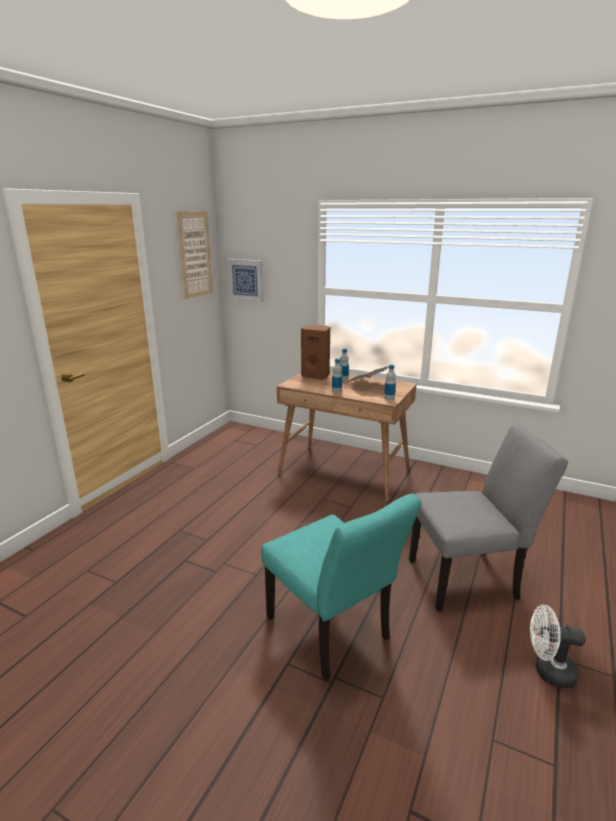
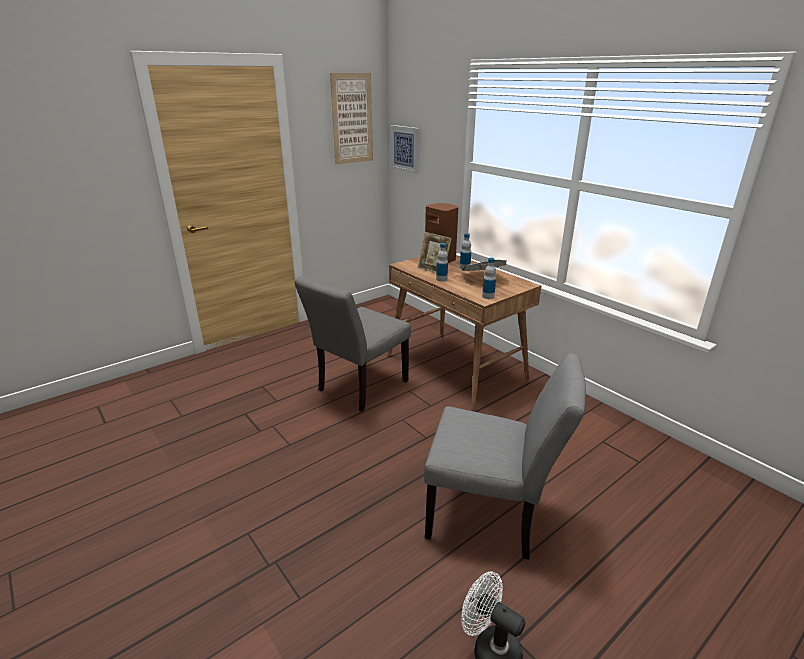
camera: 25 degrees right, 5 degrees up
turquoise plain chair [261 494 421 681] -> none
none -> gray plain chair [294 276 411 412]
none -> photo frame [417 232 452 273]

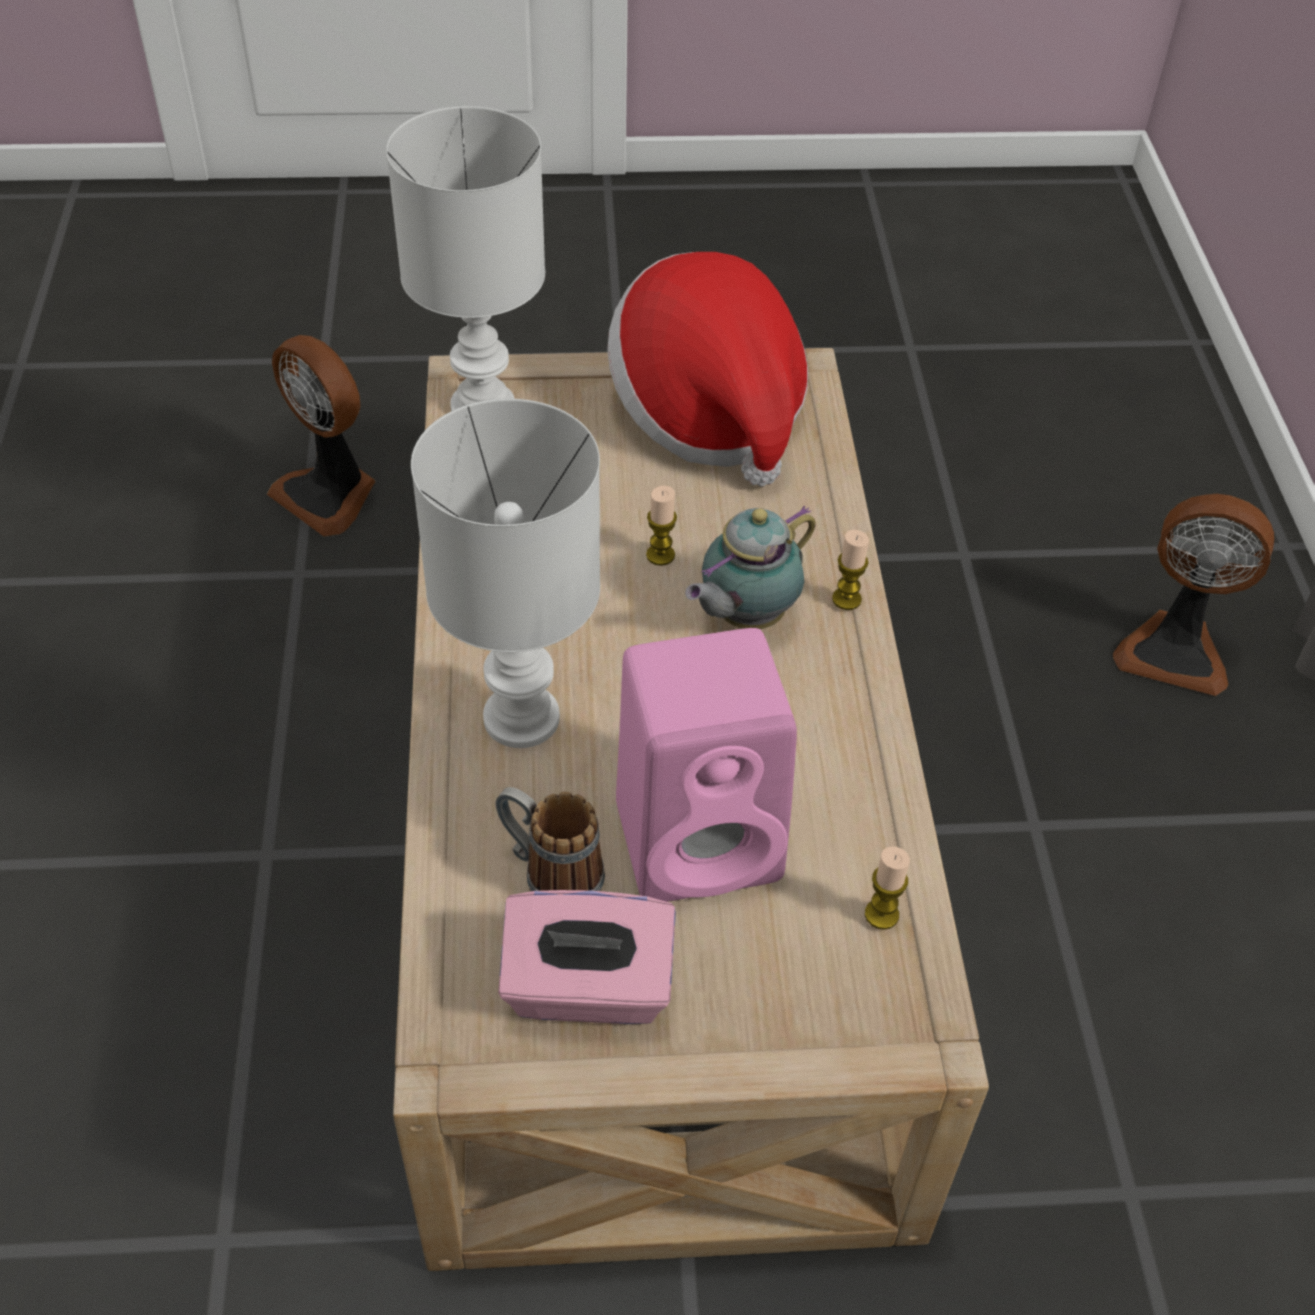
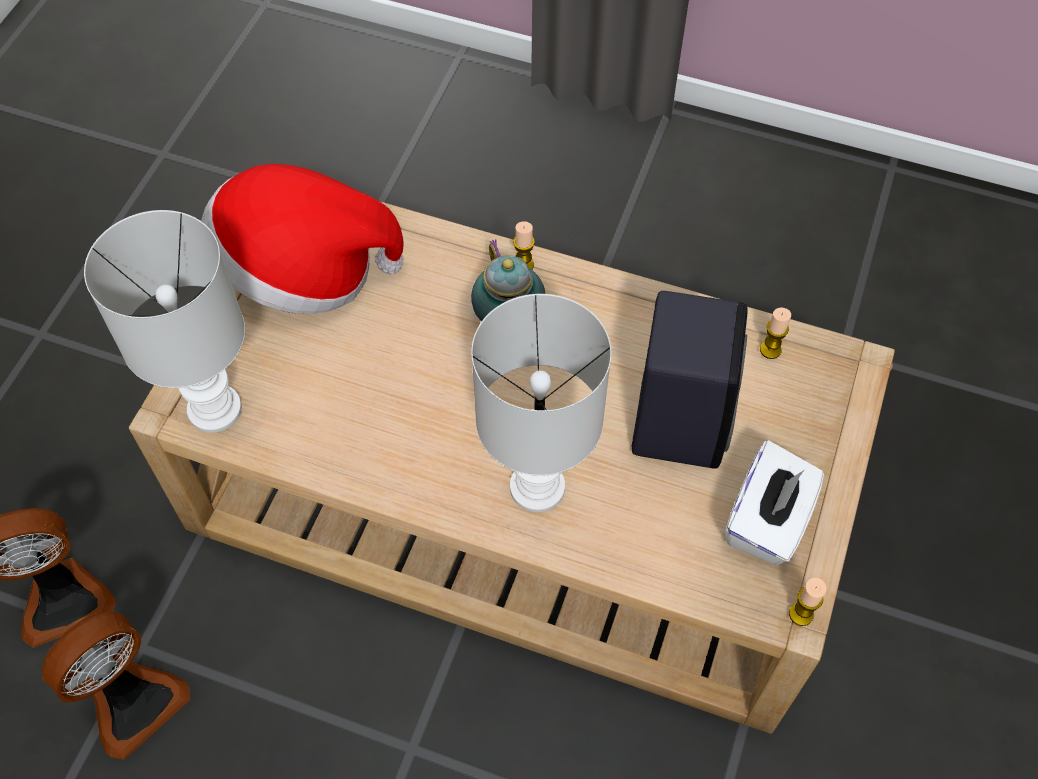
camera: 65 degrees left, 10 degrees up
coffee mug [496 787 605 892] -> none
pinkish box of tissues [498 890 676 1024] -> white-coloured box of tissues [725 440 824 565]
pinkish speaker [616 628 797 902] -> blackish speaker [632 291 747 469]
wax light [646 486 677 566] -> wax light [789 578 827 626], move
cooling fan [1113 494 1274 696] -> cooling fan [42 611 190 759], move

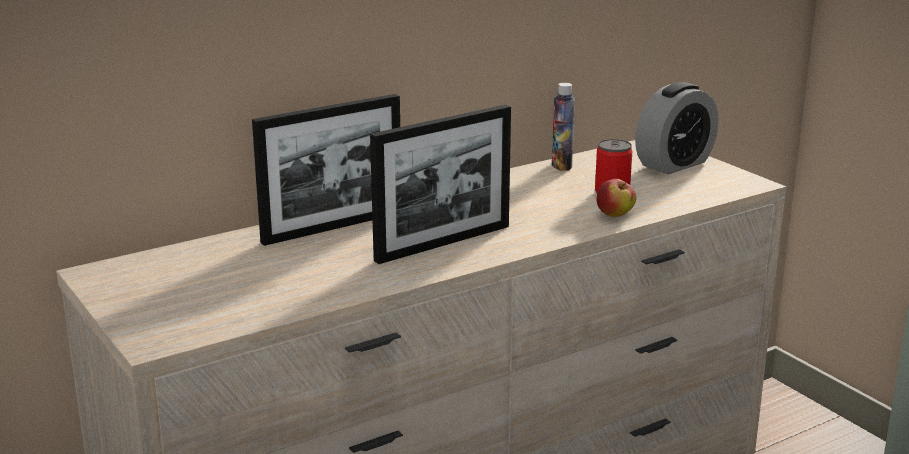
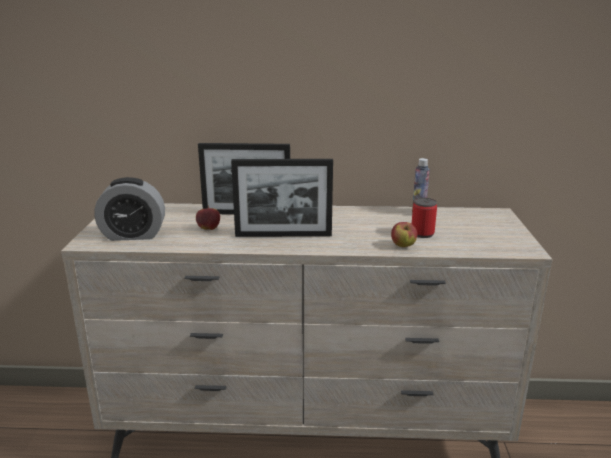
camera: 35 degrees right, 0 degrees up
bedside clock [635 82 718 175] -> bedside clock [94 177 165 241], move
none -> apple fruit [196 205 220 230]

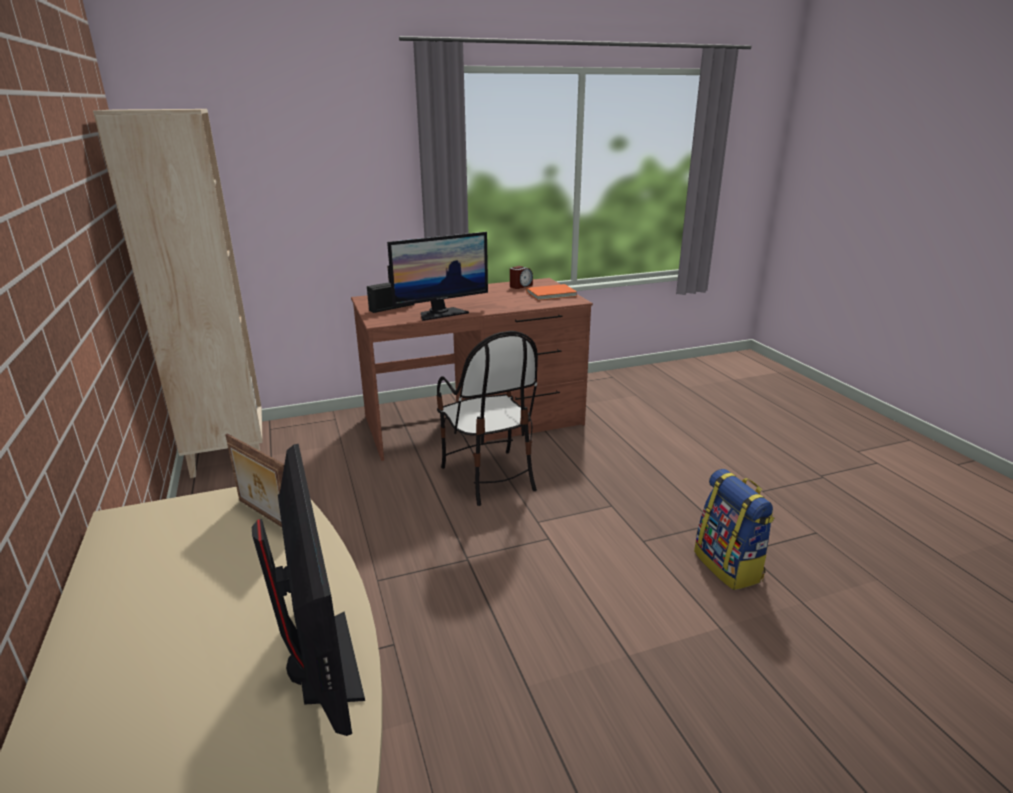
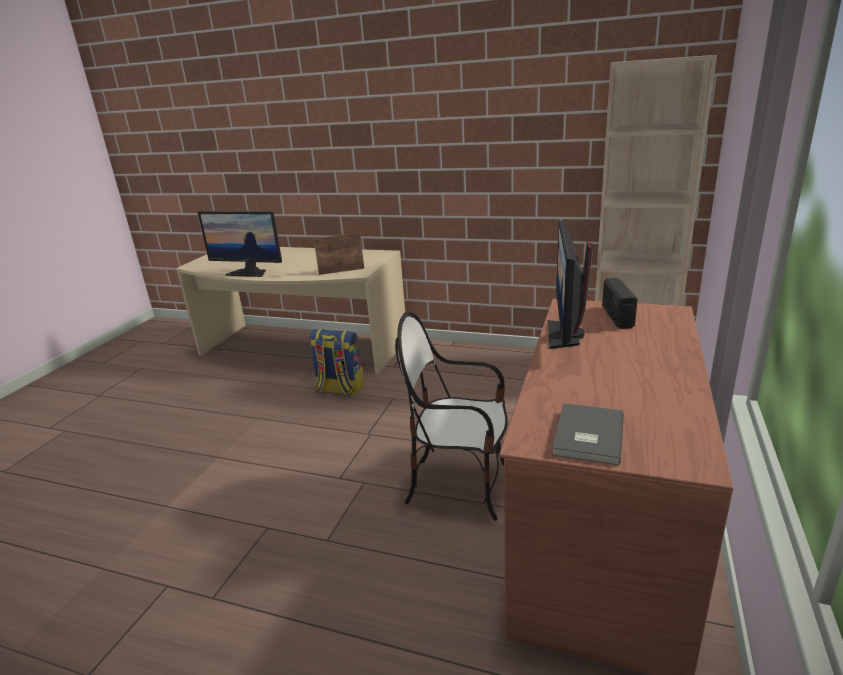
camera: 130 degrees right, 0 degrees up
bedside clock [510 266 533 289] -> none
orangey volume [526 284 577 300] -> gray volume [552 403 624 465]
knapsack [694 469 775 590] -> knapsack [310 329 364 395], move

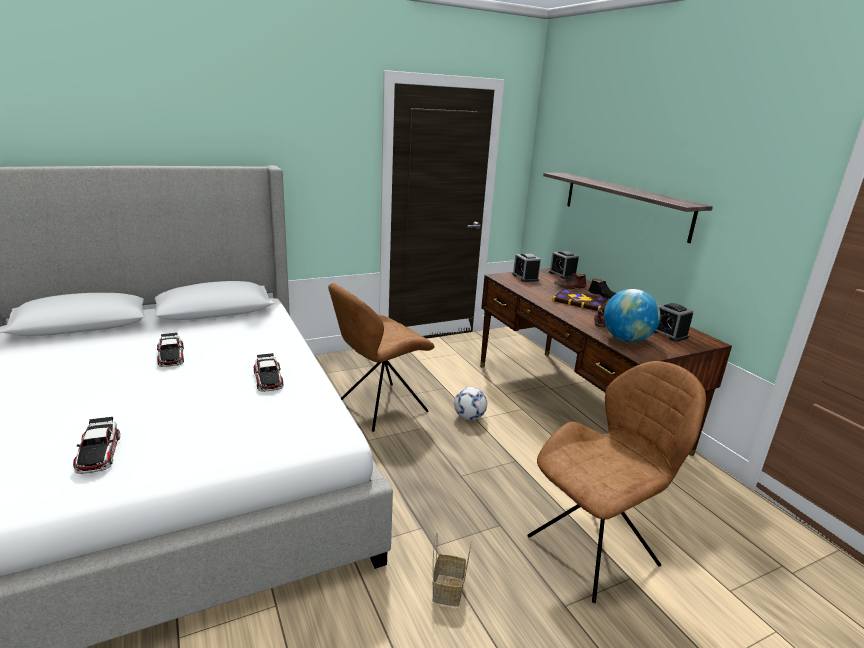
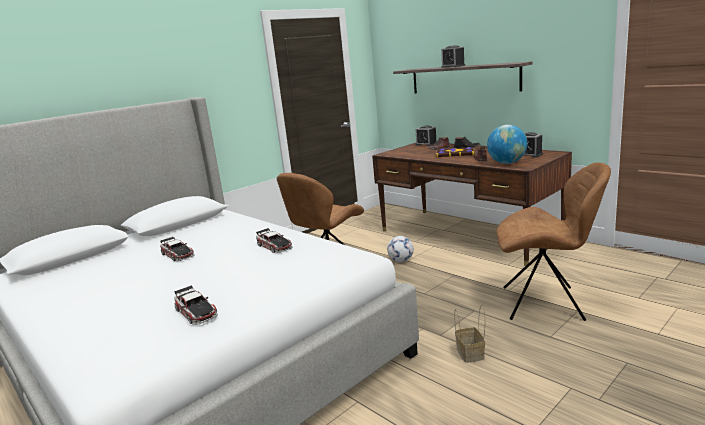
camera: 15 degrees left, 5 degrees down
bedside clock [513 253 541 282] -> bedside clock [441 45 465 68], move
brown-coloured plain chair [527 361 706 603] -> brown-coloured plain chair [497 162 611 321], 60 degrees clockwise

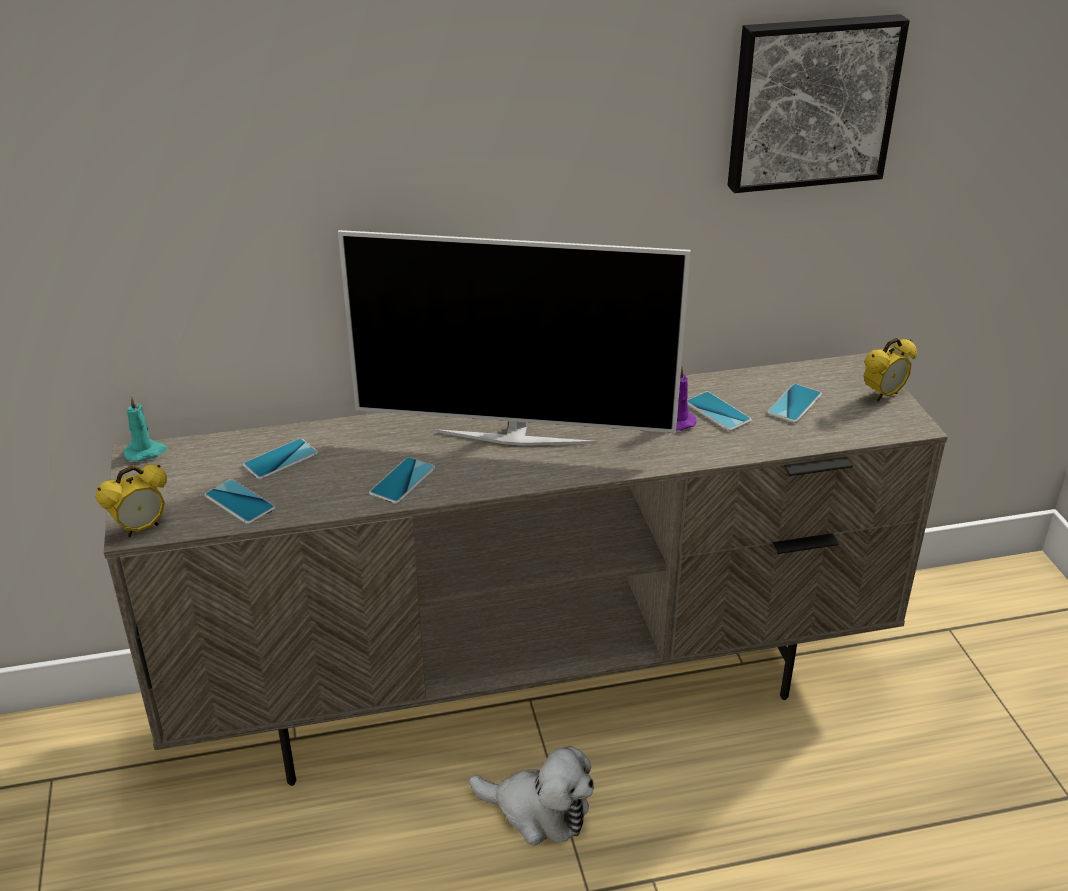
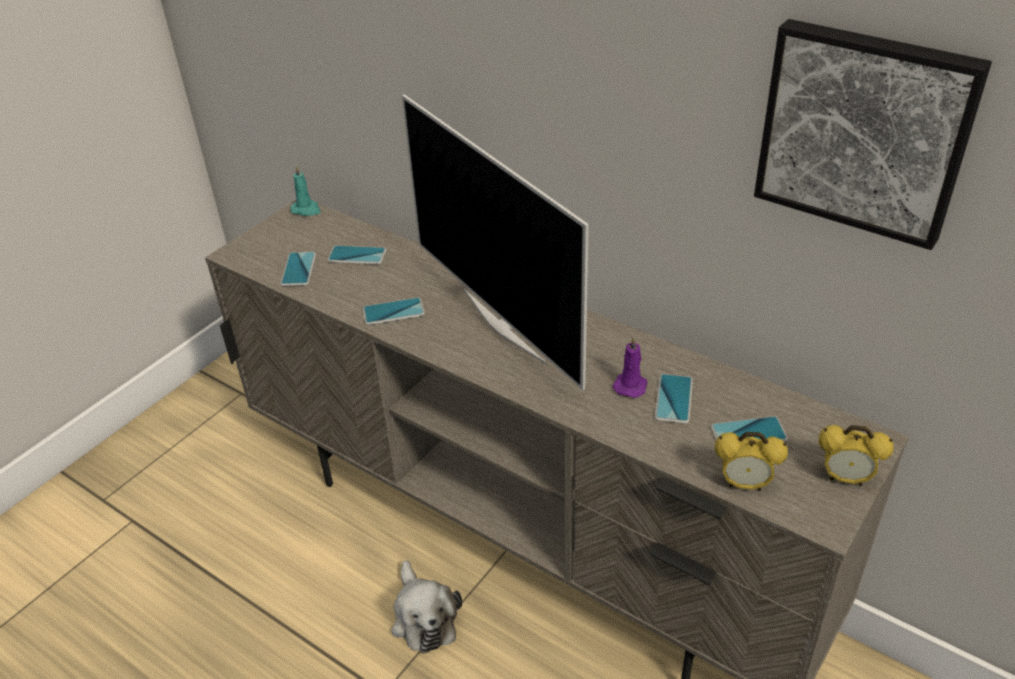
camera: 50 degrees right, 5 degrees up
bedside clock [96 465 167 537] -> bedside clock [715 432 788 491], move

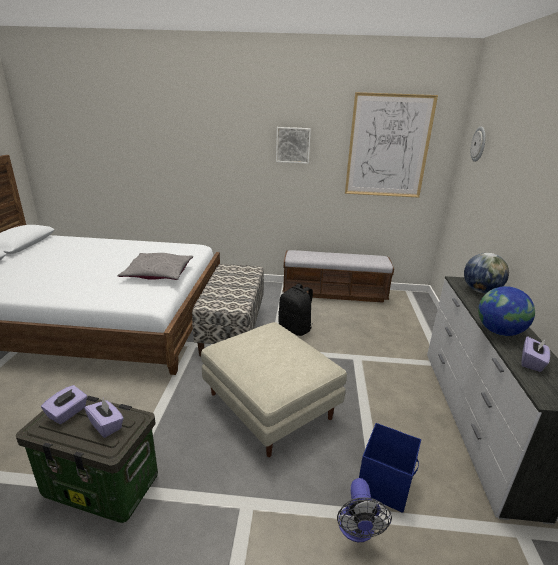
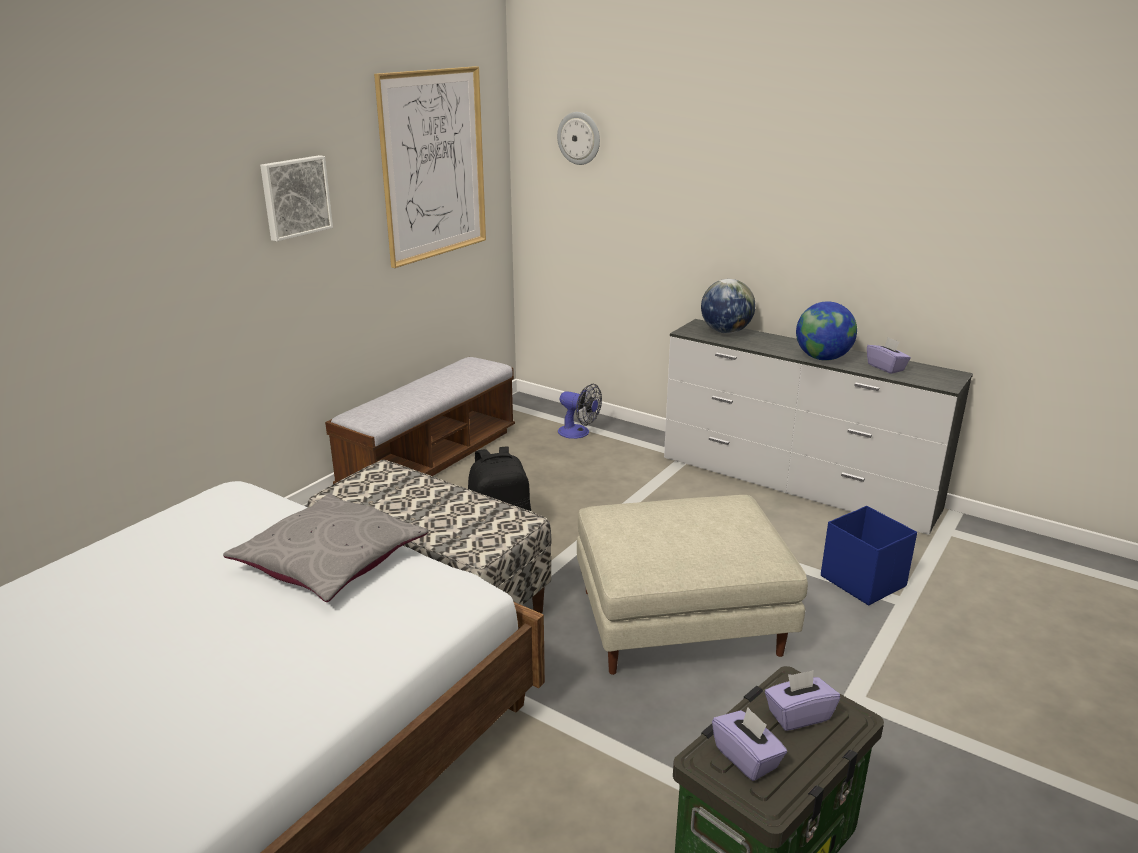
camera: 60 degrees left, 0 degrees up
cooling fan [337 478 392 542] -> cooling fan [558 384 602 439], move

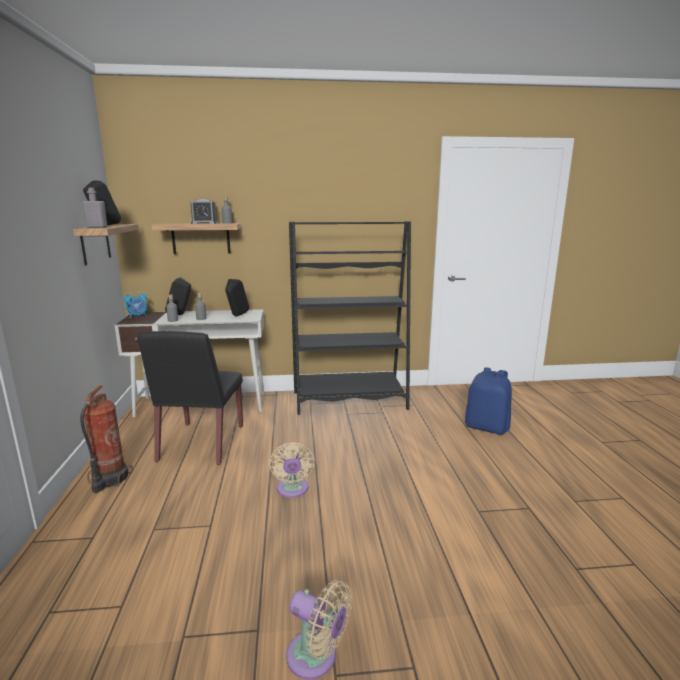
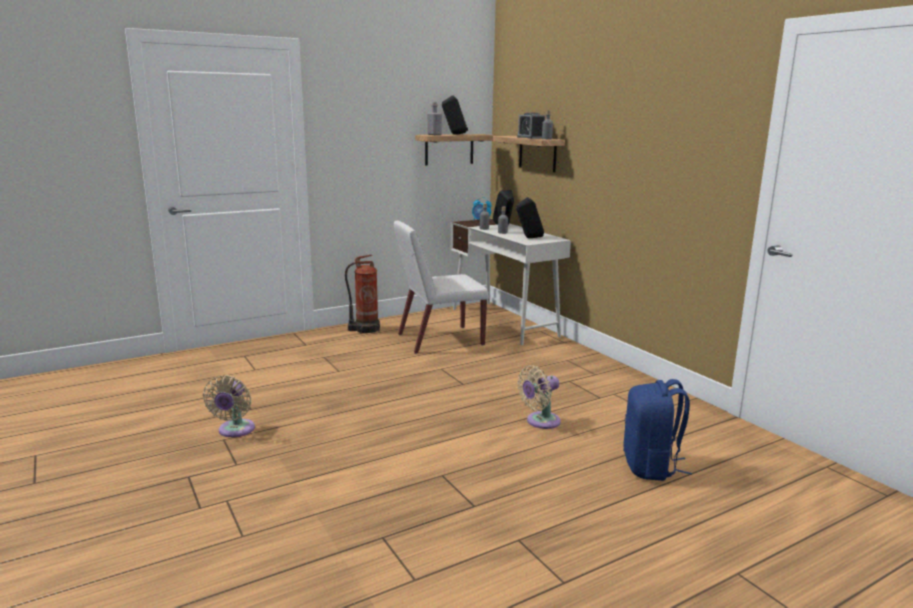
camera: 65 degrees right, 0 degrees up
blackish plain chair [138 331 243 465] -> white-coloured plain chair [394 221 489 354]
beige-coloured cooling fan [269 442 315 498] -> beige-coloured cooling fan [517 365 561 429], move
blackish bookshelf [289 221 411 415] -> none

